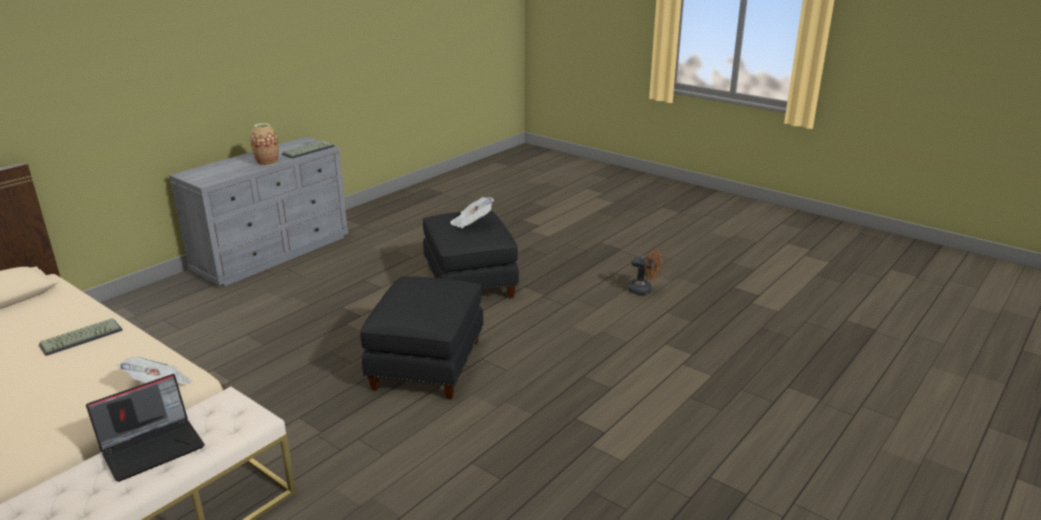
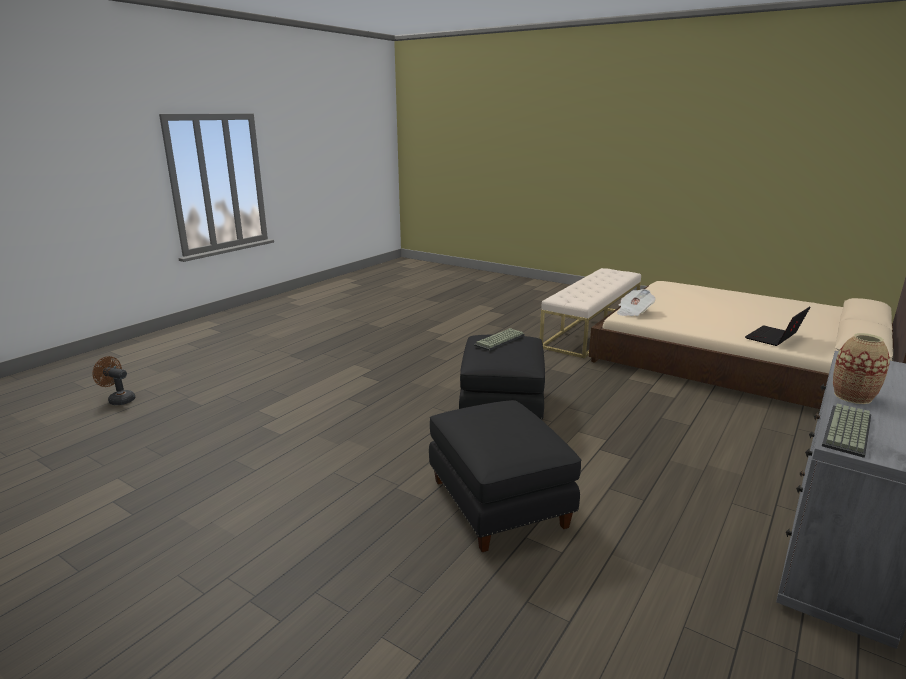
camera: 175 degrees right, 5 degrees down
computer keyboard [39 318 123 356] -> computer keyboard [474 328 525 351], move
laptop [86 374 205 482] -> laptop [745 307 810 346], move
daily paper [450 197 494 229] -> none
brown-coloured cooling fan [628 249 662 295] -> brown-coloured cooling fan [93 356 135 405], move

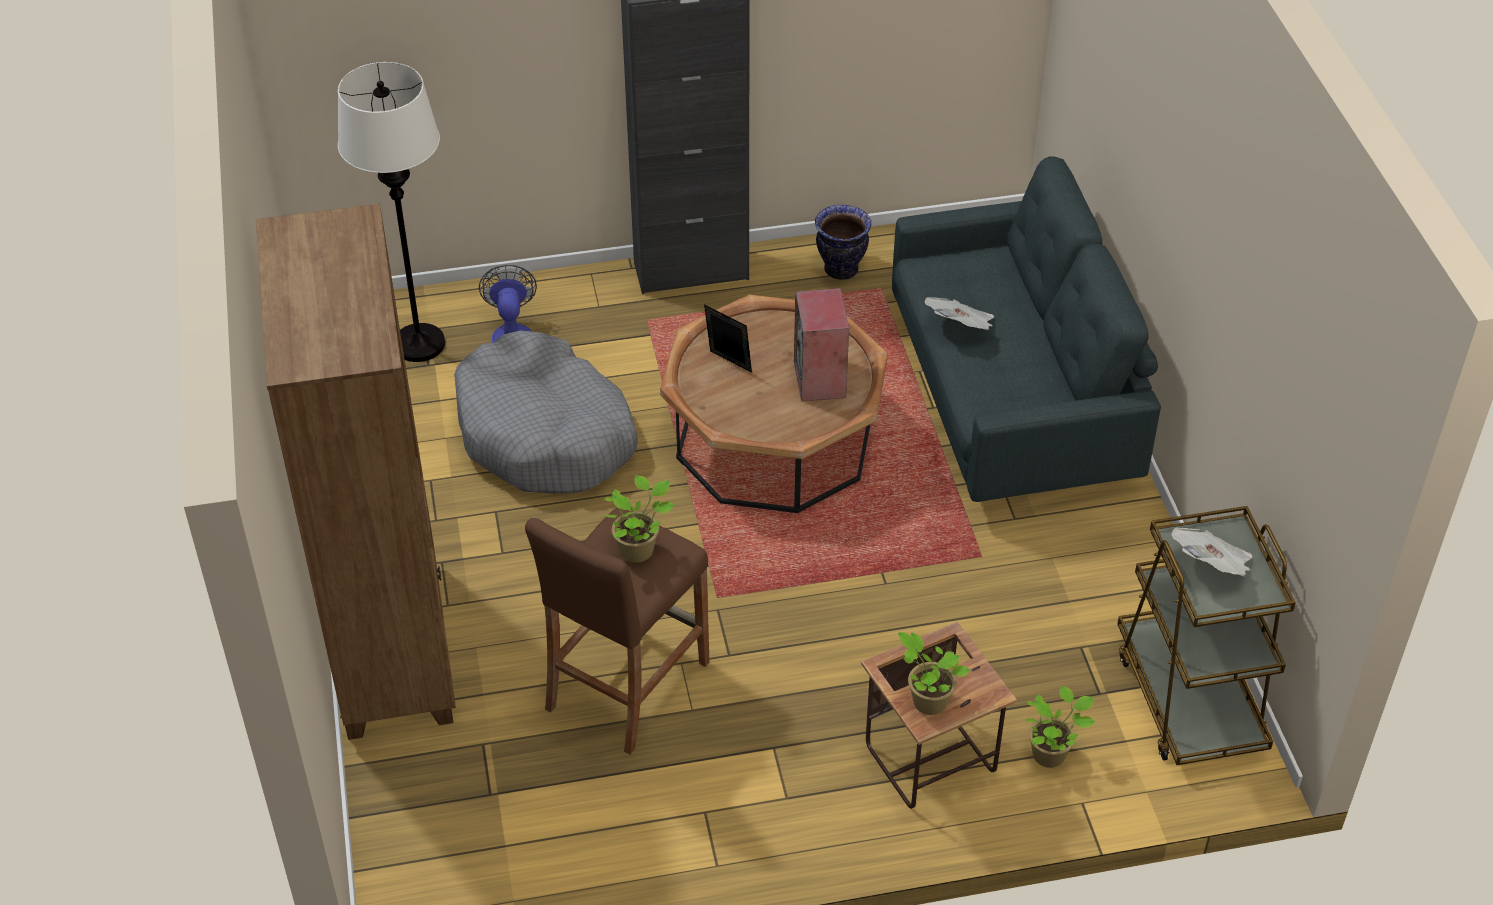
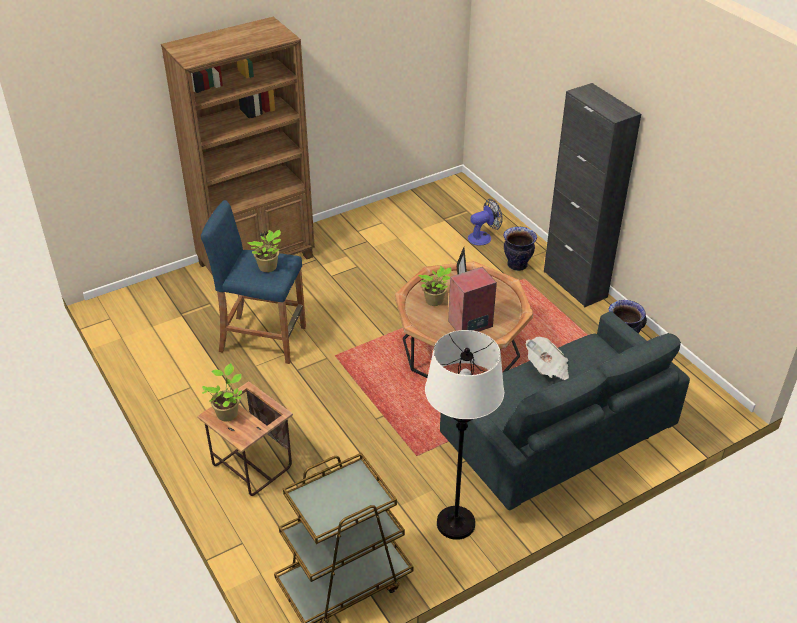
camera: 70 degrees right, 5 degrees down
white-coloured standard lamp [338 62 445 362] -> white-coloured standard lamp [425 330 504 540], move
gray pet bed [454 331 638 493] -> none
brown-coloured stool [525 507 709 755] -> blue stool [201 200 306 364]
potted plant [1026 686 1095 768] -> potted plant [418 265 451 306], move
daily paper [1172 528 1253 576] -> none
none -> flower vase [503 227 537 271]

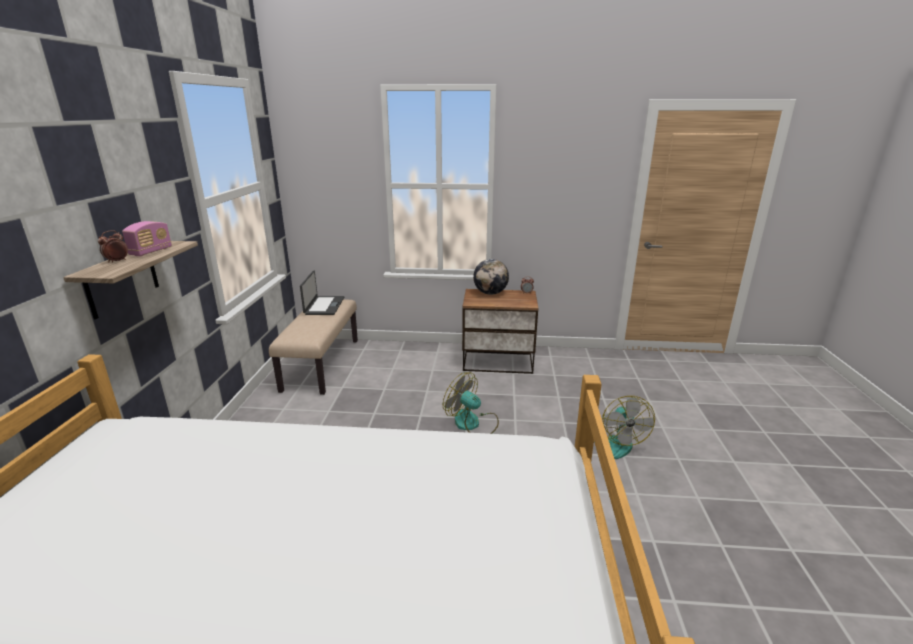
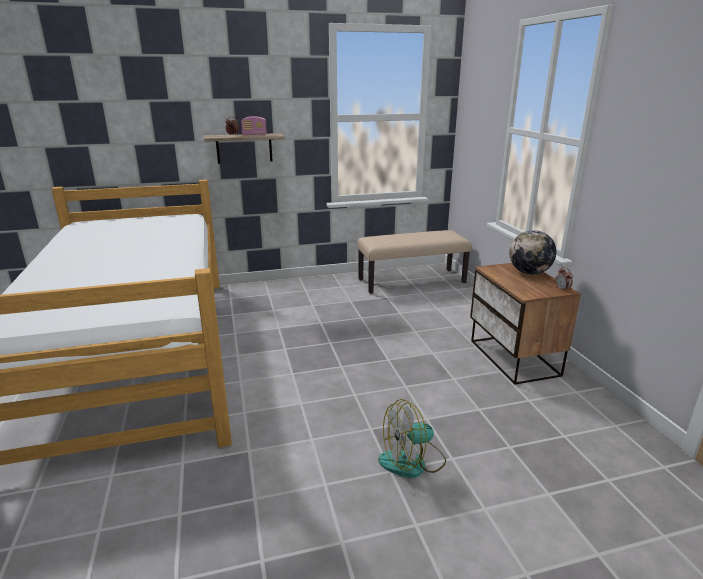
camera: 70 degrees right, 0 degrees up
laptop [300 271 344 315] -> none
cooling fan [443 372 499 434] -> none

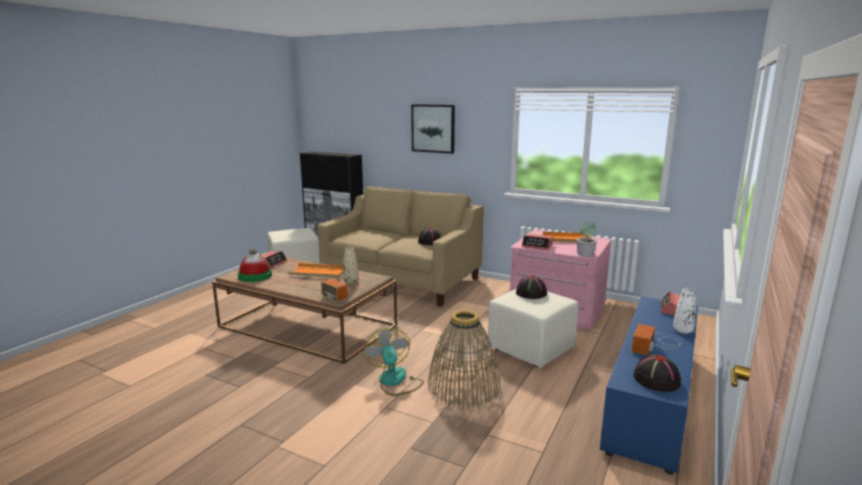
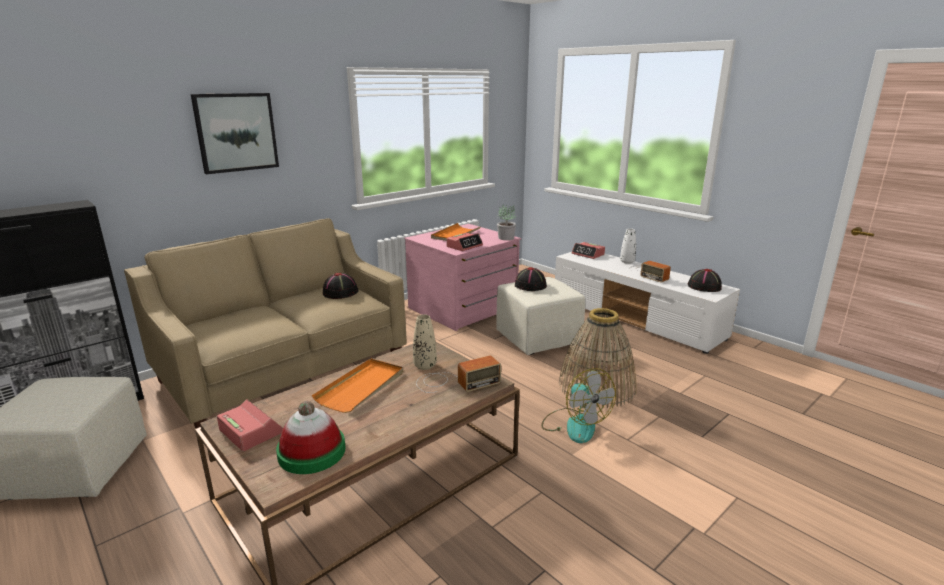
camera: 70 degrees left, 5 degrees up
cooling fan [364 328 424 395] -> cooling fan [541 368 616 443], 120 degrees counterclockwise
blue media console [600 297 698 474] -> white-coloured media console [555 252 740 354]

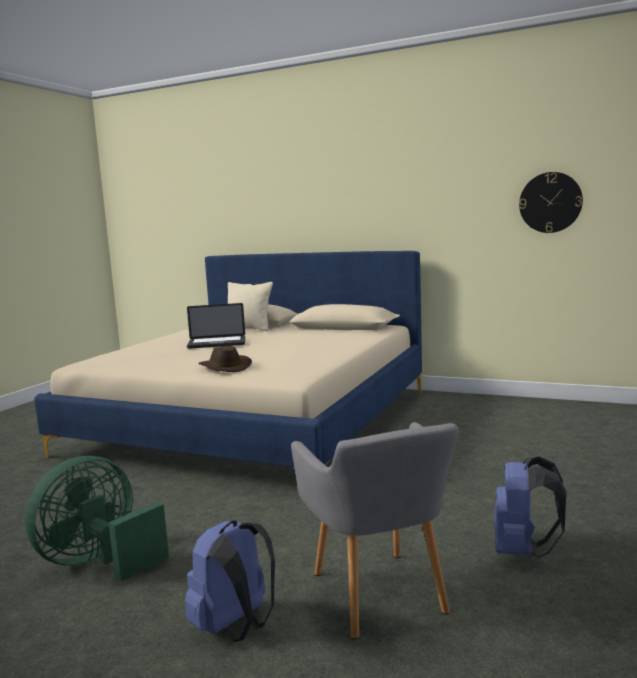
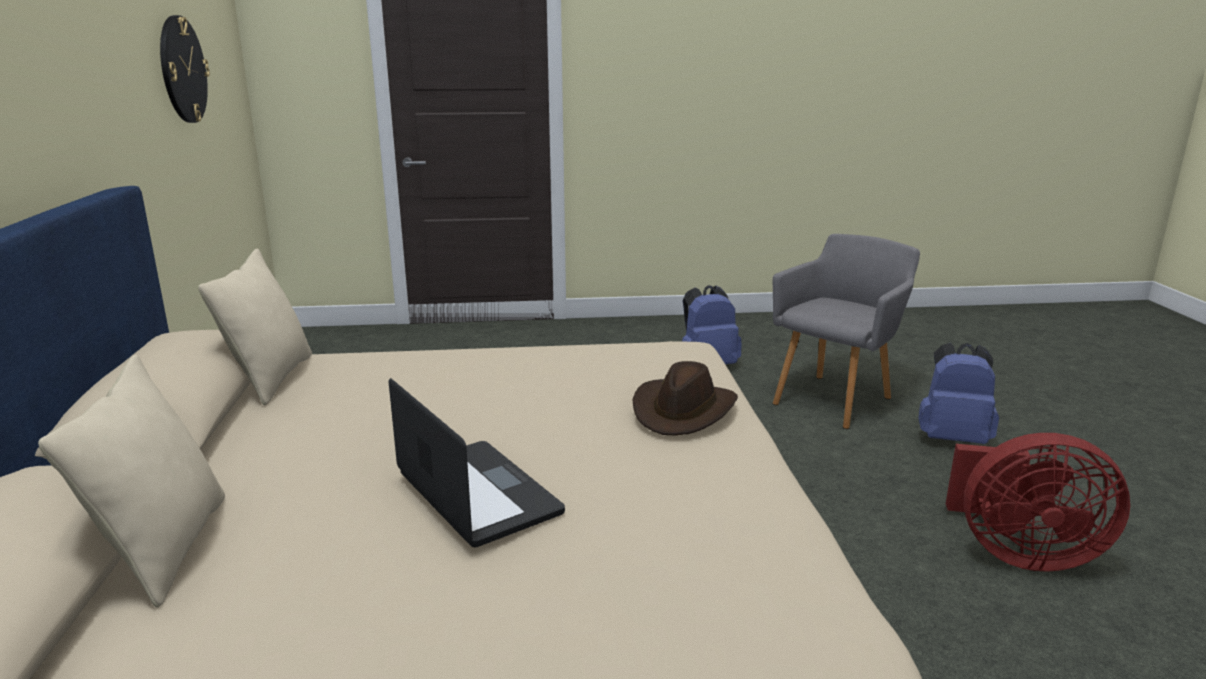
camera: 120 degrees left, 10 degrees up
green-coloured cooling fan [25 456 169 581] -> red-coloured cooling fan [946 433 1130 572]
none -> beige-coloured pillow [198 248 312 405]

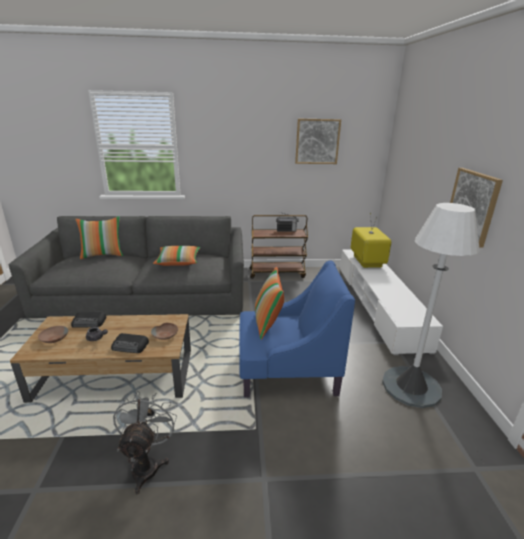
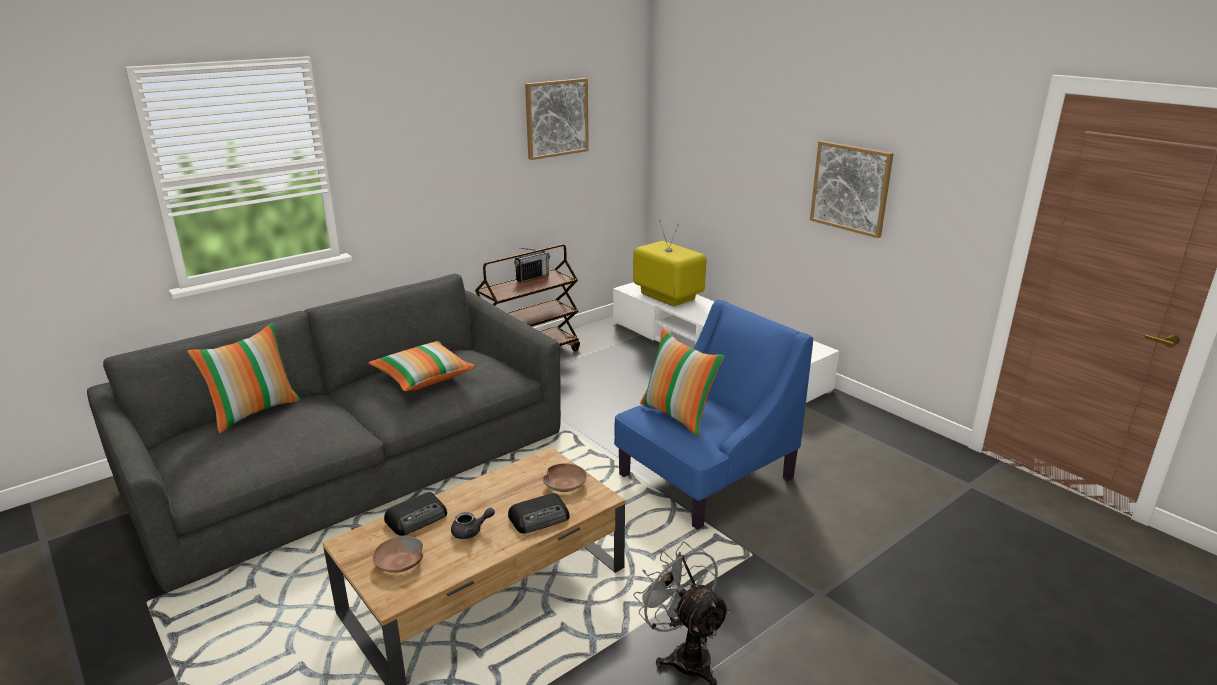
camera: 35 degrees left, 0 degrees up
white-coloured standard lamp [382 203 480 408] -> none

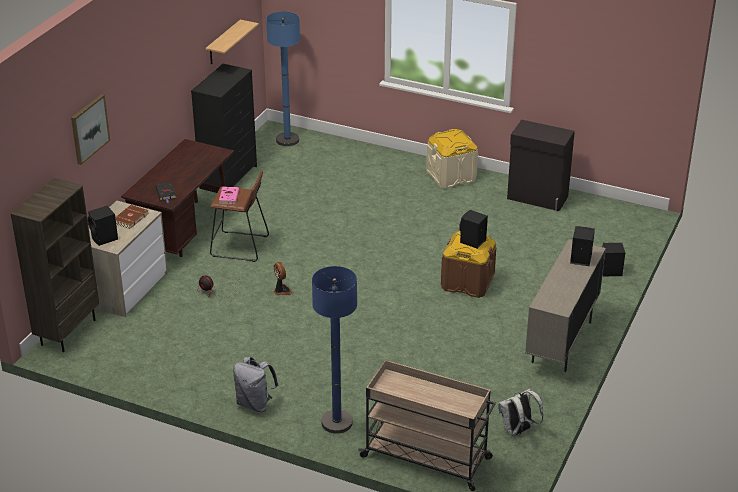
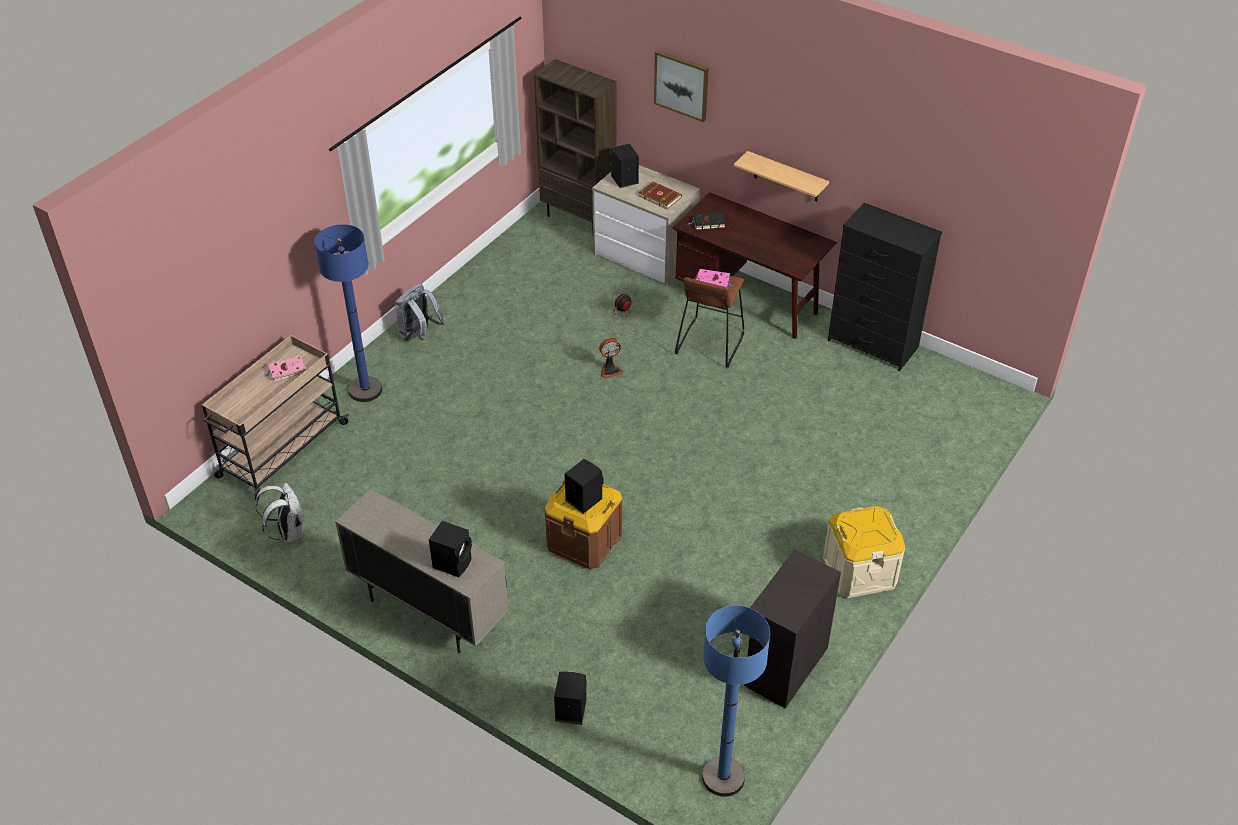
camera: 100 degrees right, 10 degrees up
shelf [206 20 259 64] -> shelf [733 151 829 202], move
blue standard lamp [266 11 300 146] -> blue standard lamp [702 605 770 797], move
none -> pinkish volume [264 356 306 382]

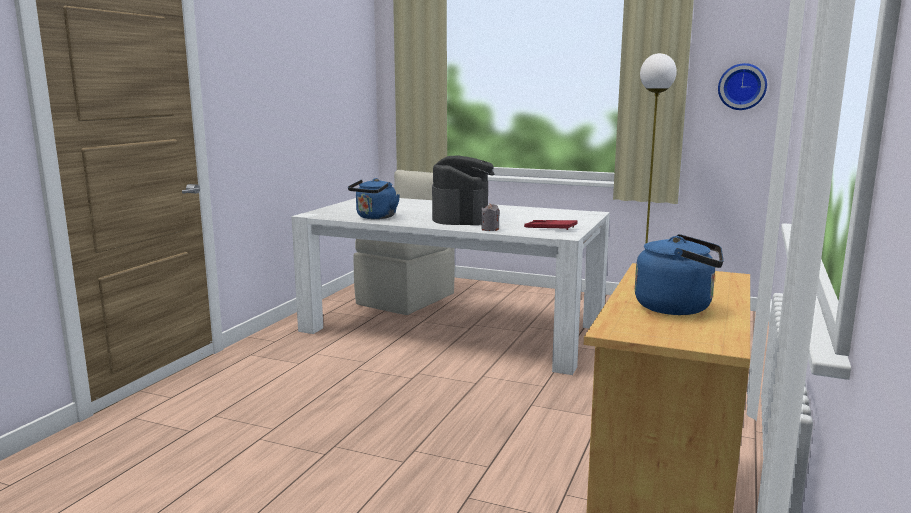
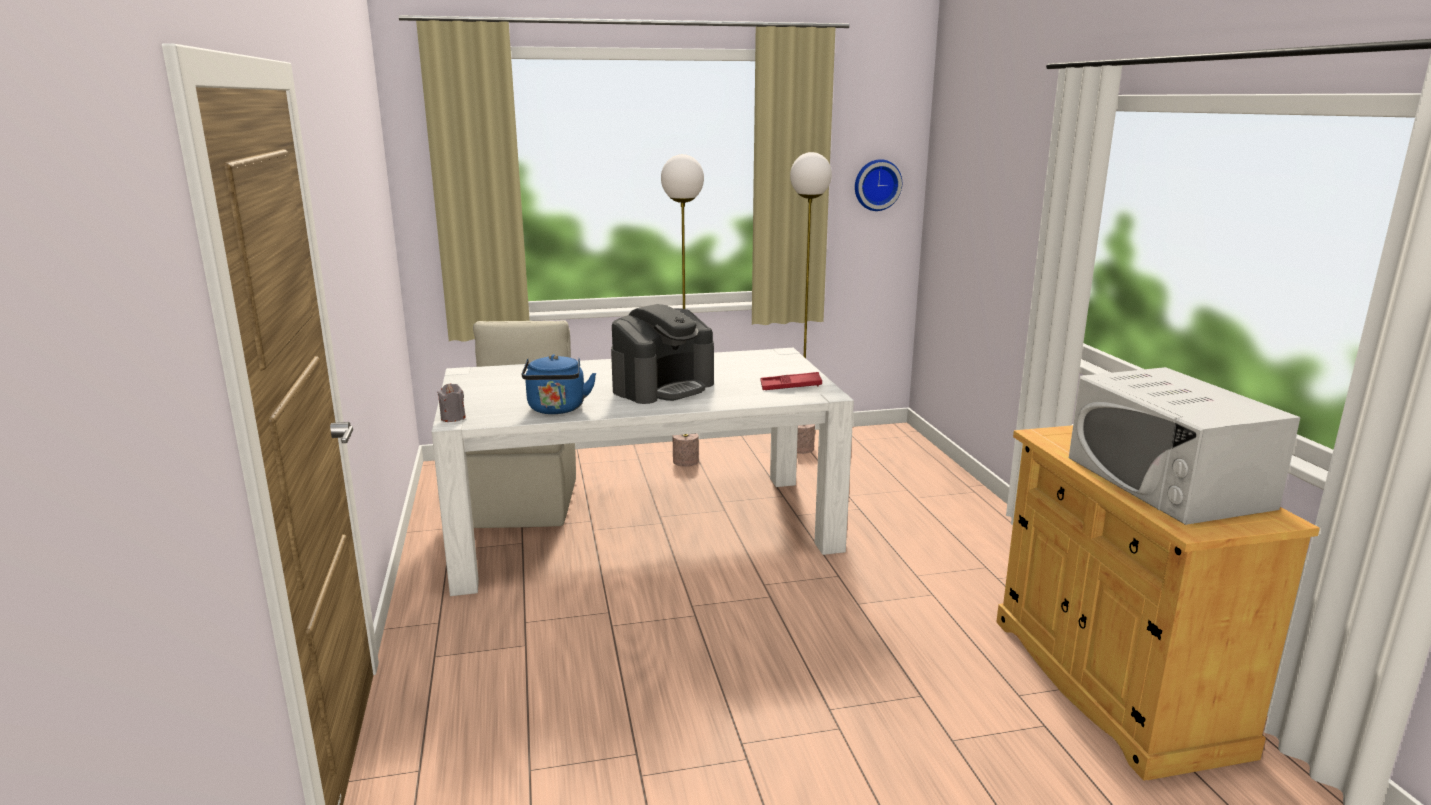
camera: 35 degrees left, 5 degrees up
coffee brewer [432 155 495 225] -> coffee brewer [611 304 714 404], 75 degrees clockwise
gray wax light [481 203 500 231] -> gray wax light [437 384 466 422], move
blue tea kettle [635 234 724 315] -> white-coloured microwave [1069 367 1301 525]
none -> standard lamp [661 154 704 467]

